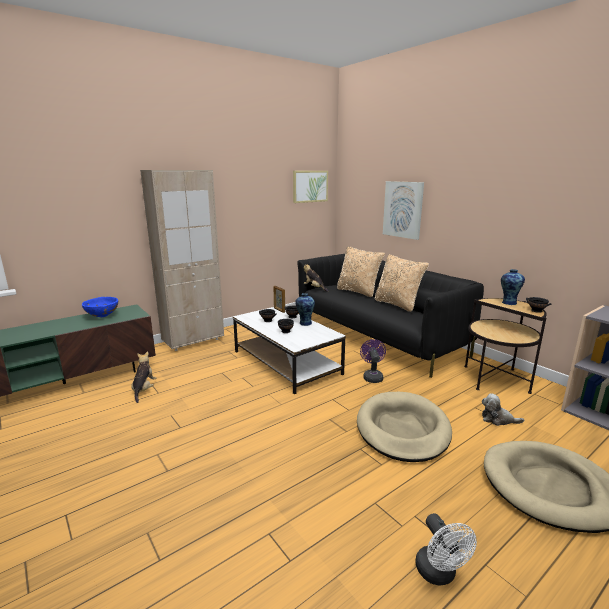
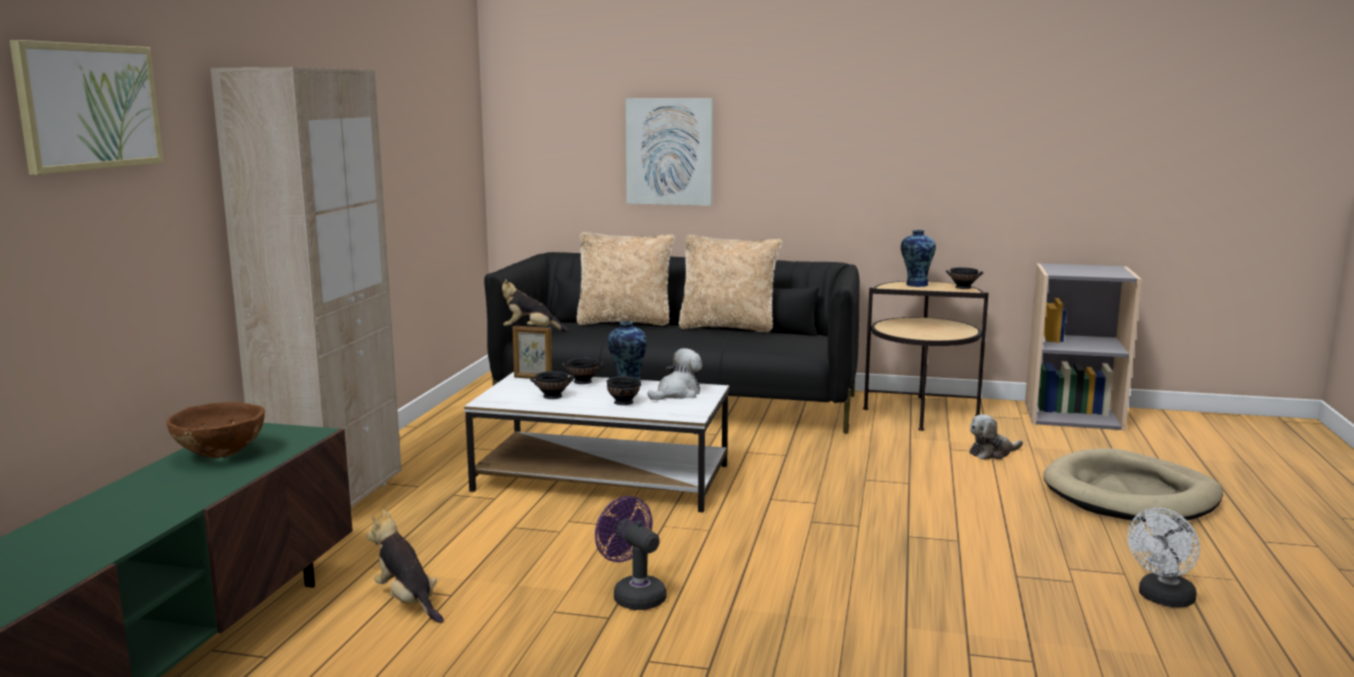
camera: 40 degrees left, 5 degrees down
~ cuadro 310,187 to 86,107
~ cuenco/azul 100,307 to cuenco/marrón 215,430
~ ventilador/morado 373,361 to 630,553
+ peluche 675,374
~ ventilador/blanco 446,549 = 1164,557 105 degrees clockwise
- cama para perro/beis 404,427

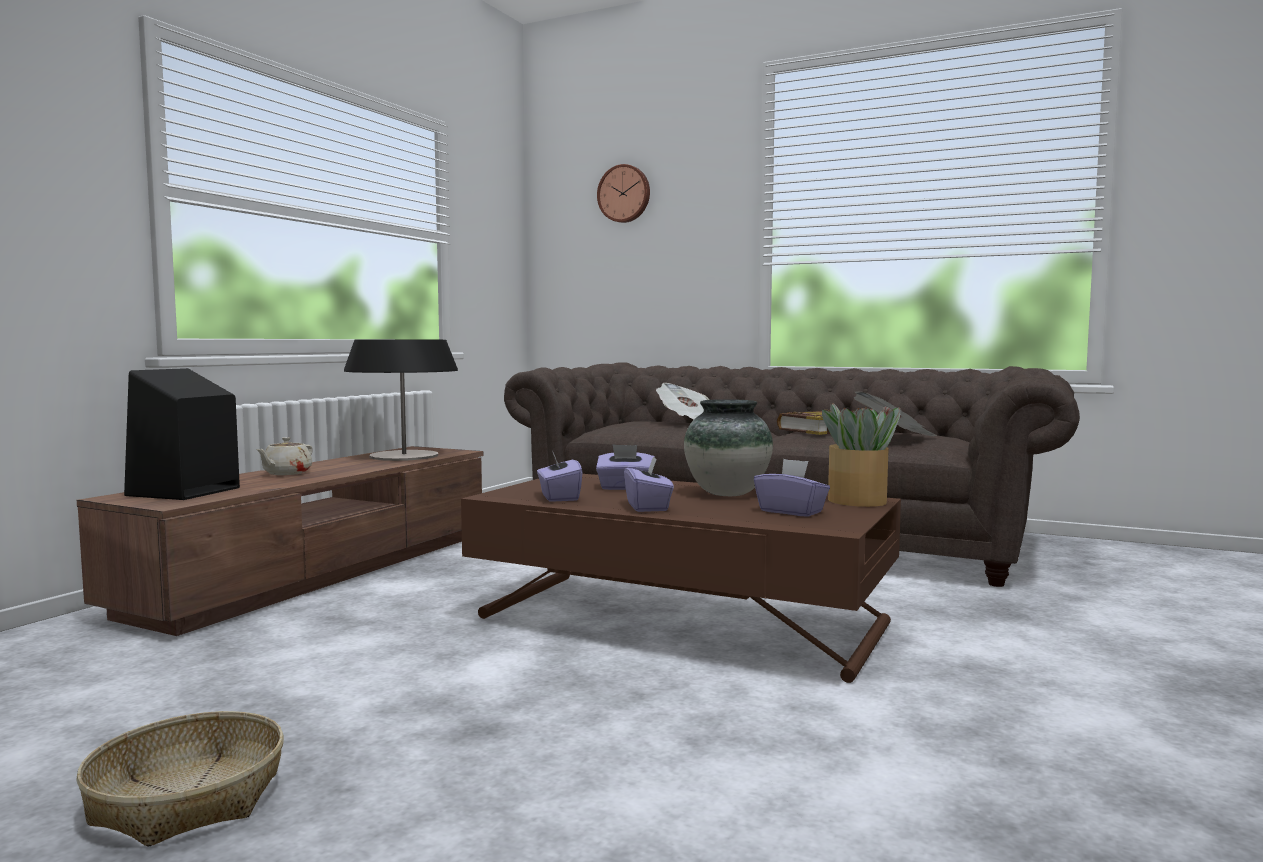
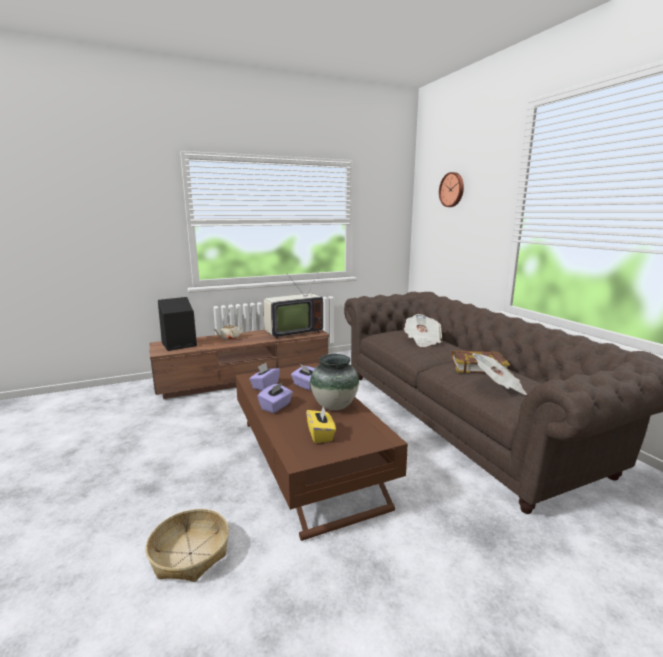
camera: 40 degrees right, 10 degrees up
~ cesta 180,779 to 187,545
~ lámpara de mesa 401,400 to televisor 293,303
~ caja de pañuelos/morado 792,488 to caja de pañuelos/amarillo 321,424
- planta en maceta 861,455

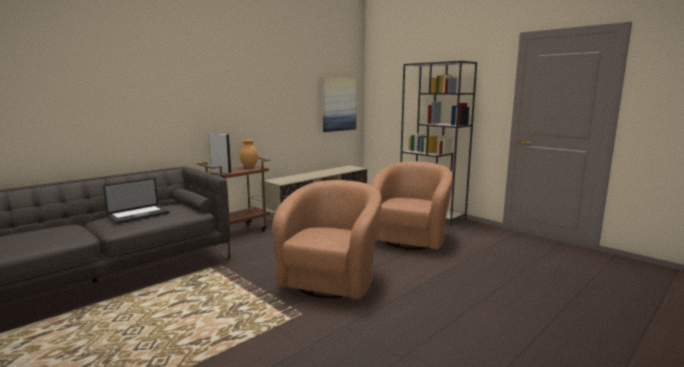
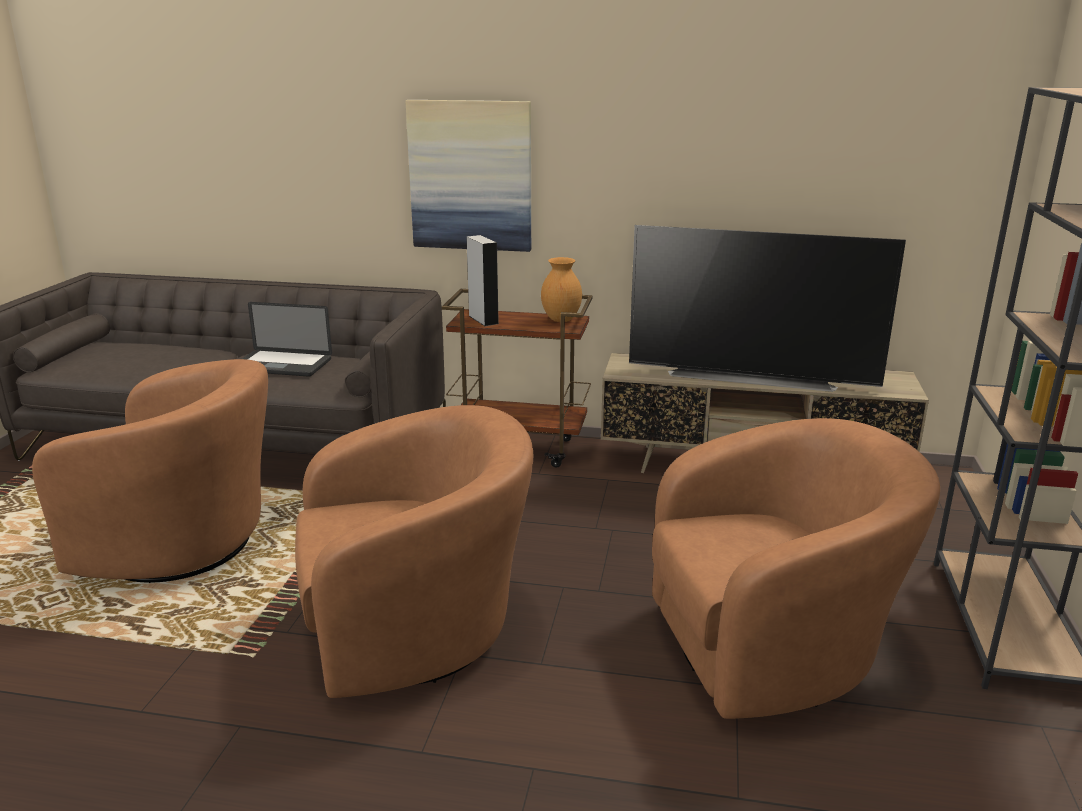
camera: 55 degrees right, 10 degrees up
+ sillón/marrón 150,471
~ cuadro 339,104 to 468,176
+ televisor 767,308

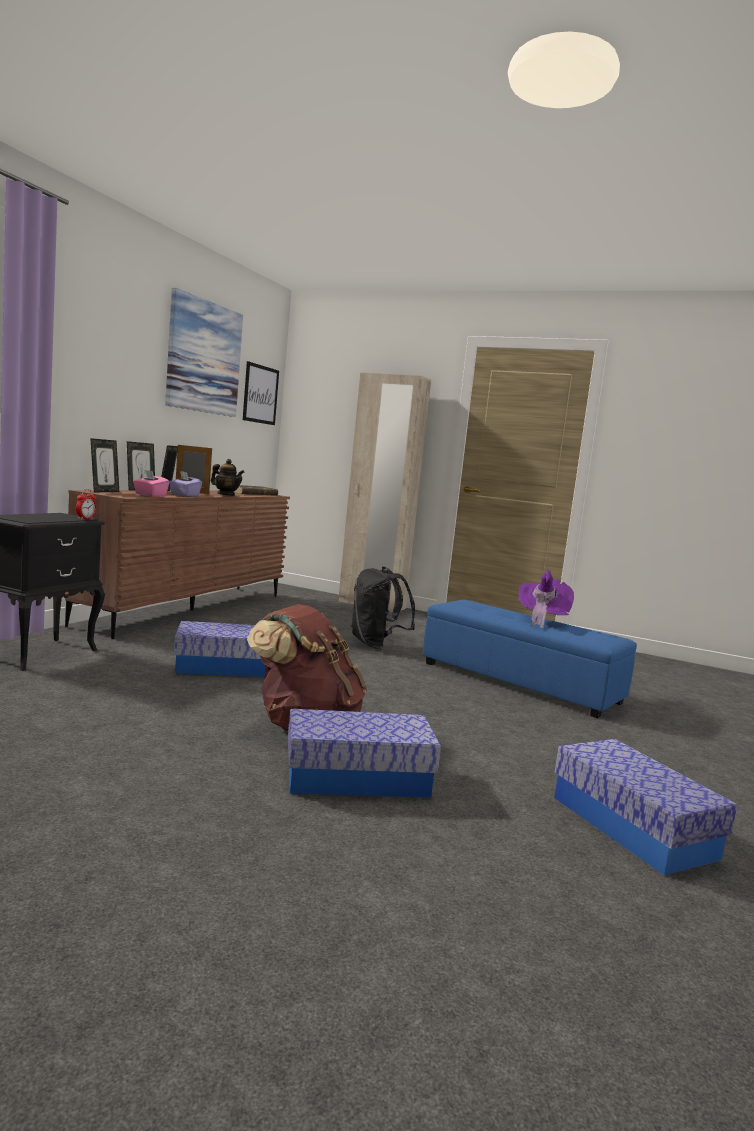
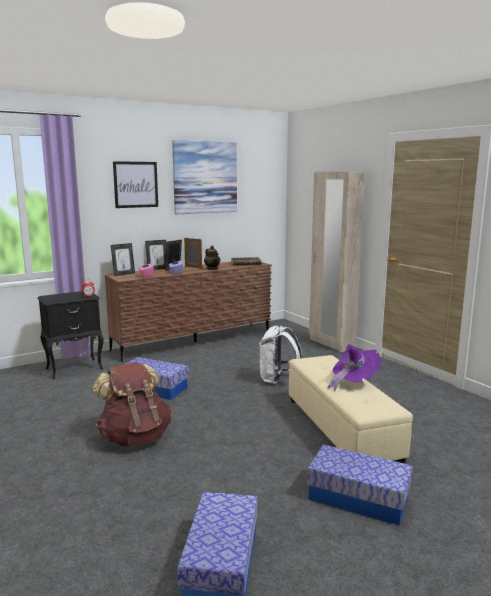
camera: 35 degrees right, 5 degrees up
~ cuadro 261,393 to 135,184
~ mochila/negro 383,608 to mochila/blanco 280,355
~ puf/azul 530,659 to puf/beis 351,409
~ caja de almacenaje 364,753 to 360,485

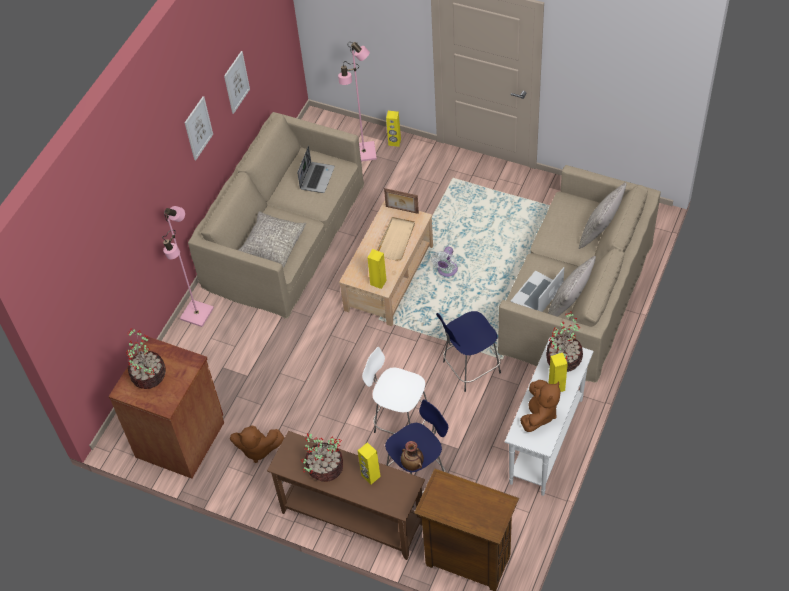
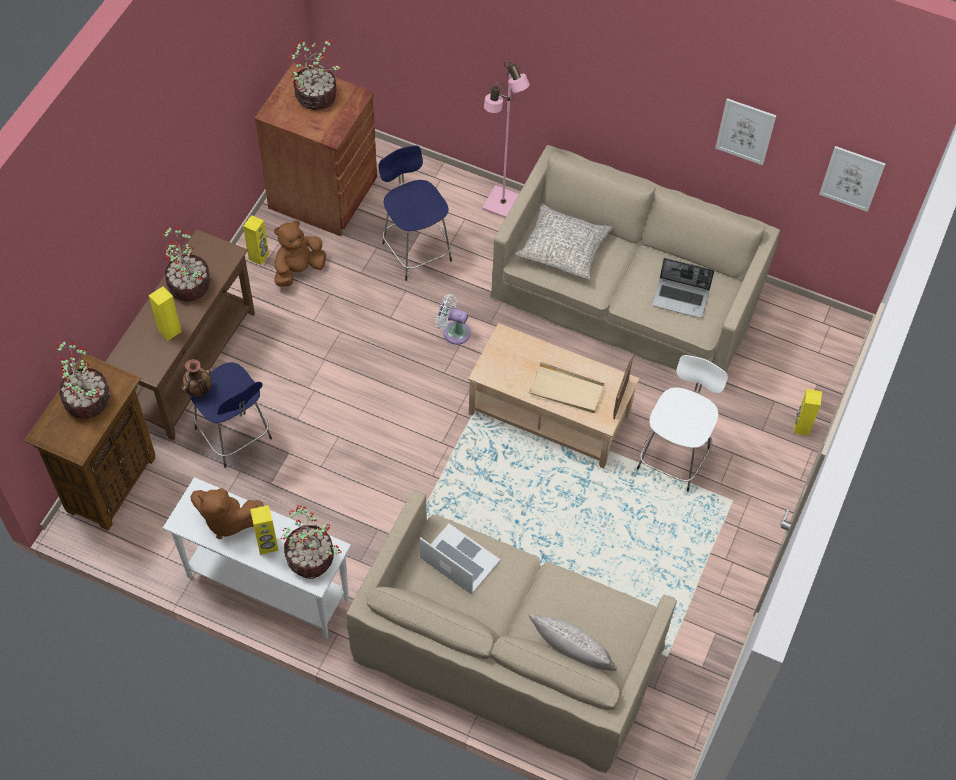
camera: 85 degrees right, 5 degrees up
+ planta en maceta 82,380
~ altavoz/amarillo 377,269 to 256,240
~ peluche/marrón 257,444 = 300,253 45 degrees clockwise
~ taburete/azul 468,351 to 415,213
~ ventilador/blanco 444,262 to 453,319
~ taburete/blanco 394,390 to 682,423
~ cuadro 199,128 to 852,179
- lámpara de pie/rosa 357,101
- cojín/gris 572,286

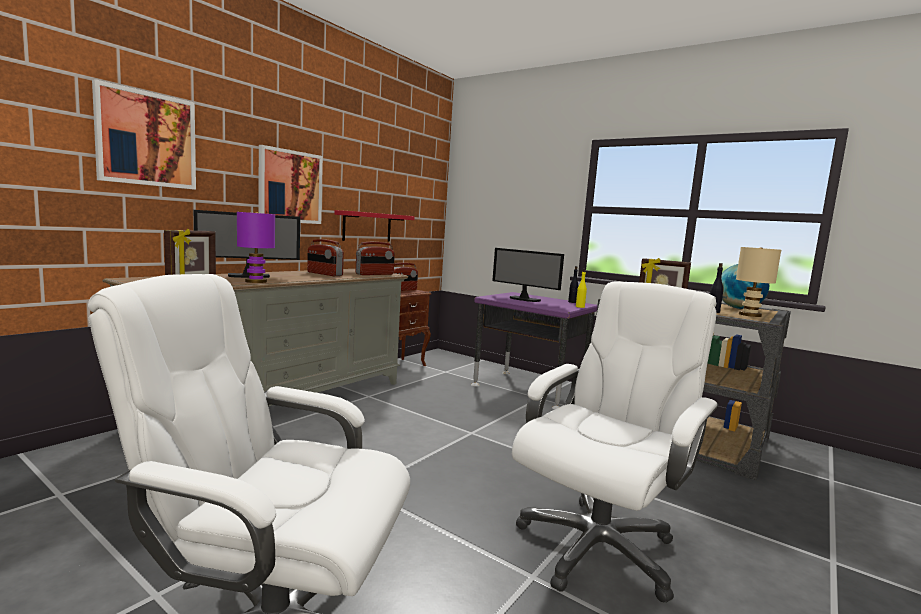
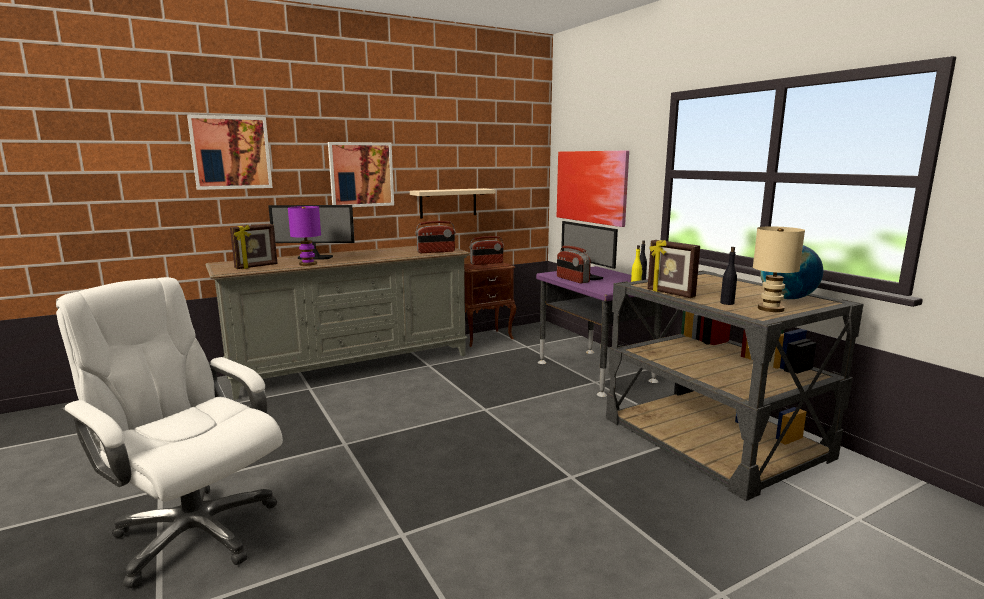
camera: 25 degrees right, 5 degrees up
~ estante/rojo 374,226 to estante/beis 453,203
+ cuadro 593,189
~ radio 325,257 to 574,264
- silla de oficina/blanco 615,442

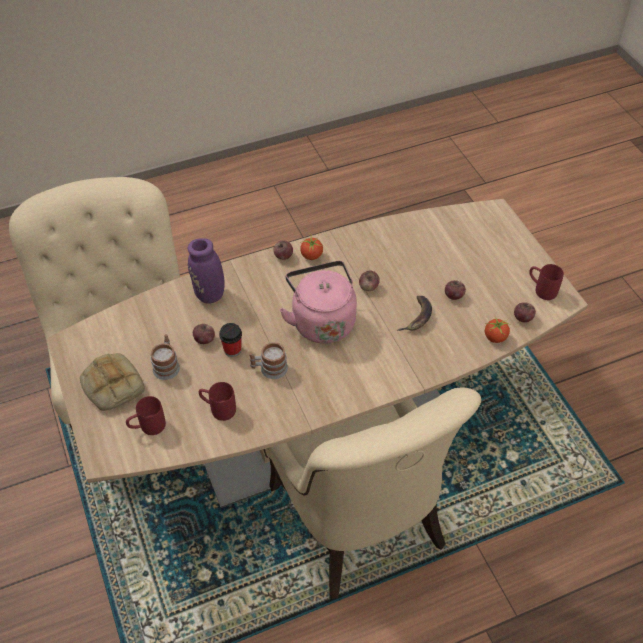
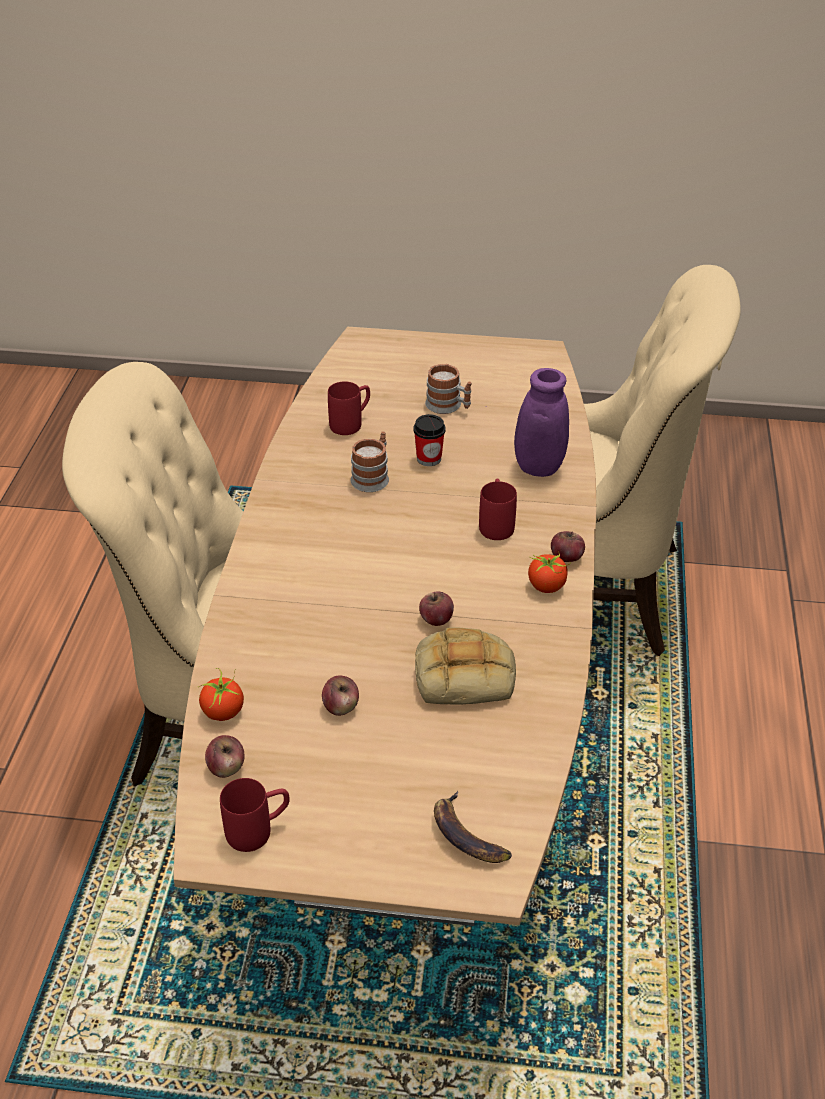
camera: 120 degrees right, 10 degrees down
~ pan 112,382 to 465,665
~ plátano 415,313 to 473,827
~ taza grande/rojo 146,415 to 498,509
- manzana 204,334
- hervidor/rosa 318,302

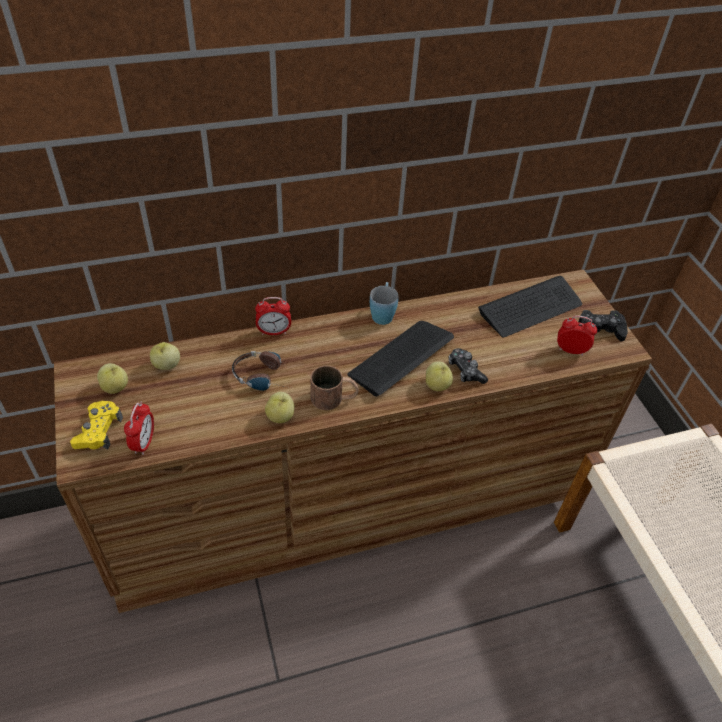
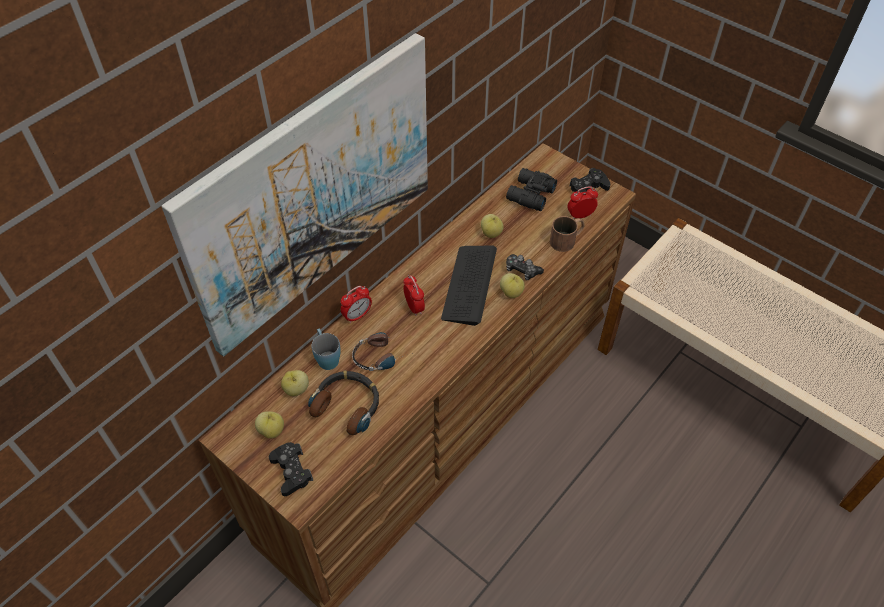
camera: 30 degrees left, 5 degrees up
+ cuadro 295,194
~ mando de consola/amarillo 96,425 to mando de consola/negro 291,469
+ auriculares 343,402
~ taza grande/azul 384,303 to 326,349
~ despertador 139,428 to 414,295
~ manzana 279,407 to 492,226
~ teclado 530,306 to prismáticos/negro 531,189
~ taza grande/marrón 334,388 to 567,234

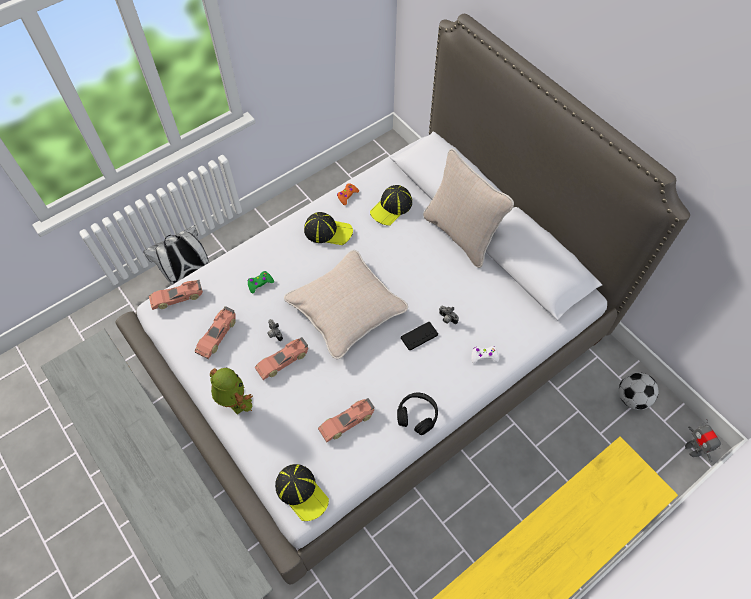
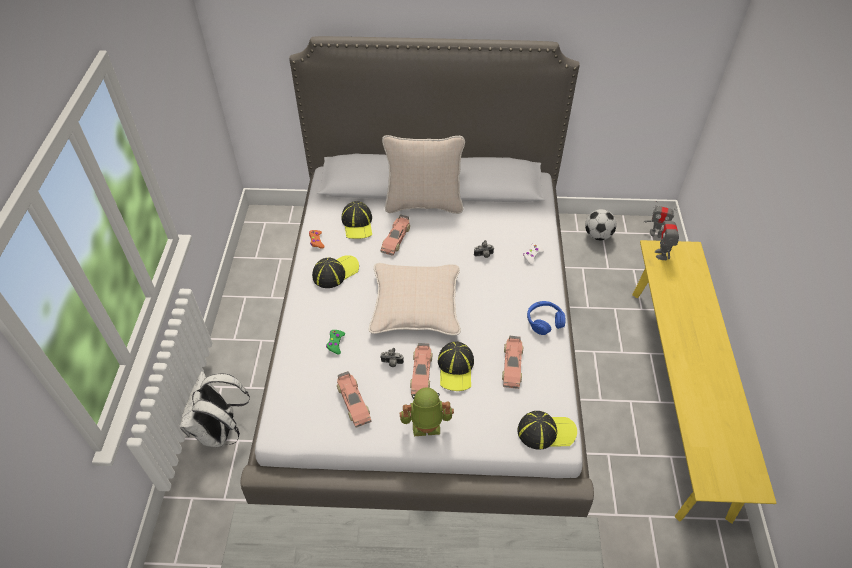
camera: 50 degrees left, 10 degrees down
~ coche de juguete 176,295 to 395,235
+ gorra 456,366
~ auriculares/negro 417,413 to auriculares/azul 546,318
+ robot de juguete 667,235
- mando de consola/negro 419,336

